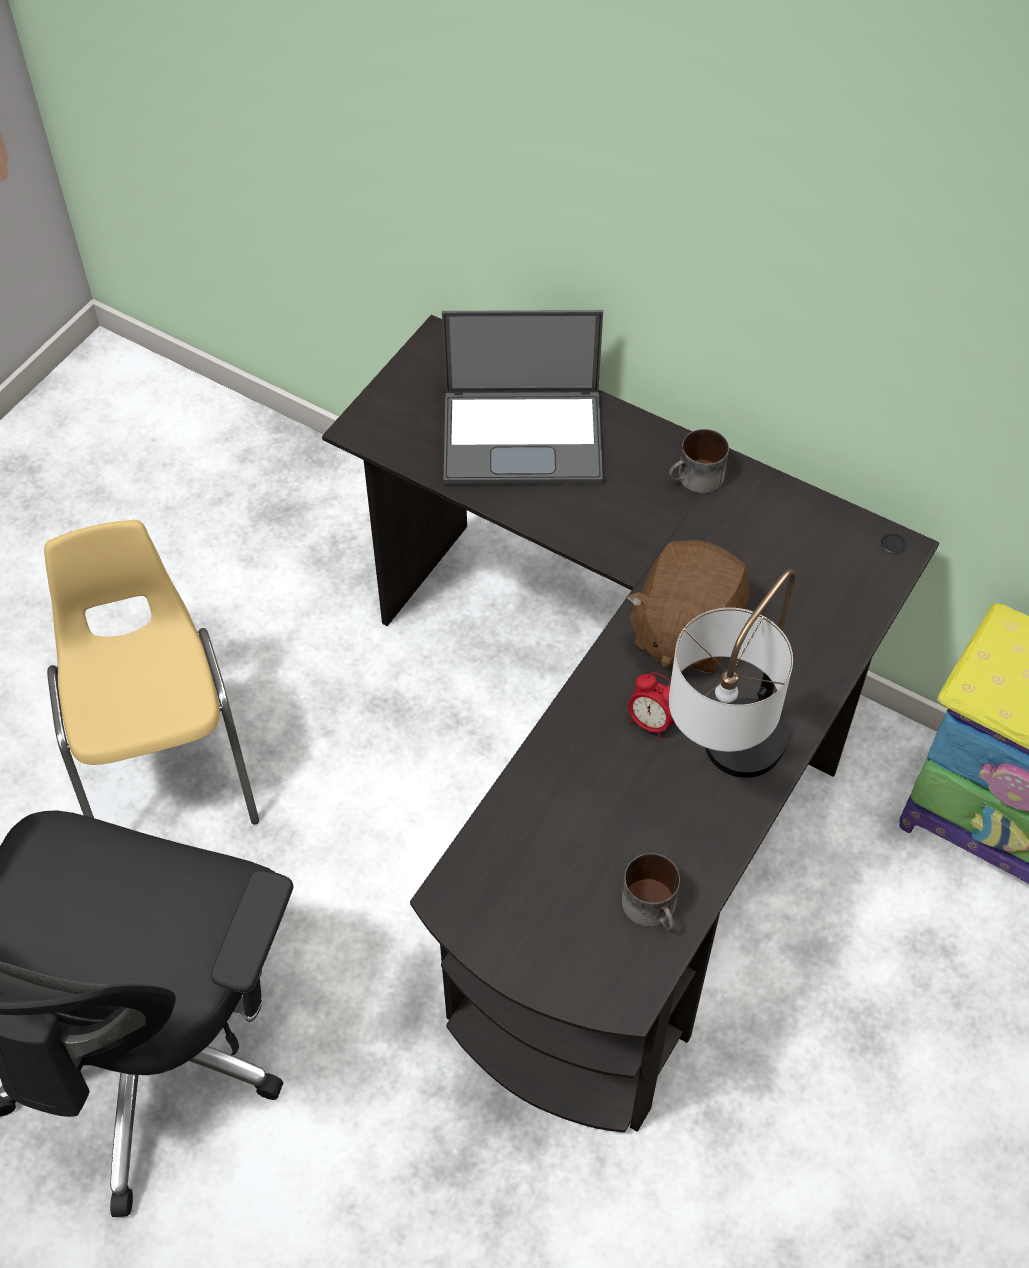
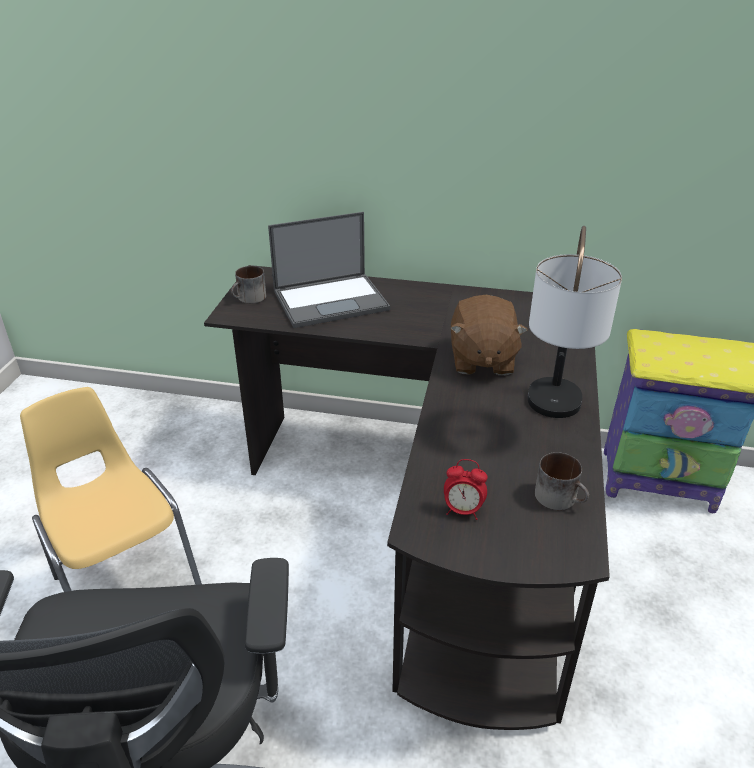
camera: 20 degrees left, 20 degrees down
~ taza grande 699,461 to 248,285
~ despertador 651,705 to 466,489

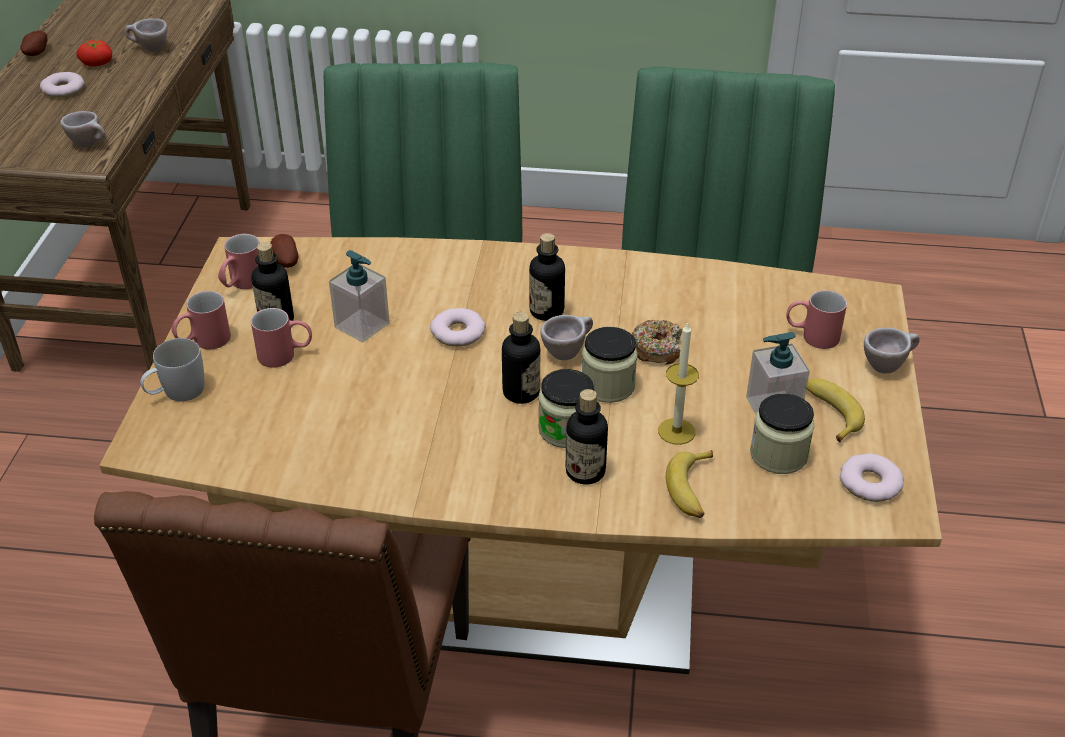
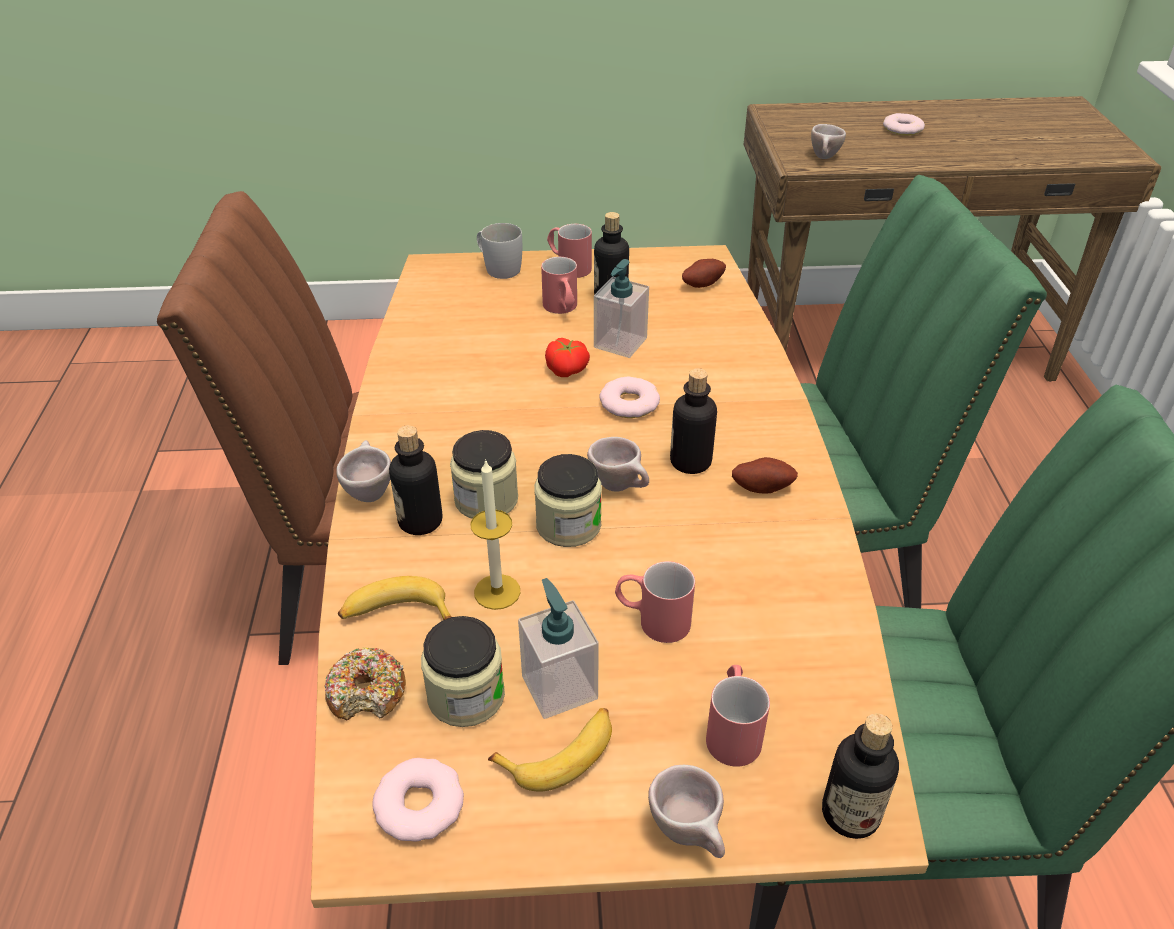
camera: 80 degrees right, 0 degrees up
~ rosquilla 657,342 to 365,683
~ taza/beis 146,35 to 363,471
~ tomate 94,53 to 567,357
~ taza grande/rojo 239,261 to 655,602
~ patata 33,43 to 765,475
~ botella 521,358 to 860,776

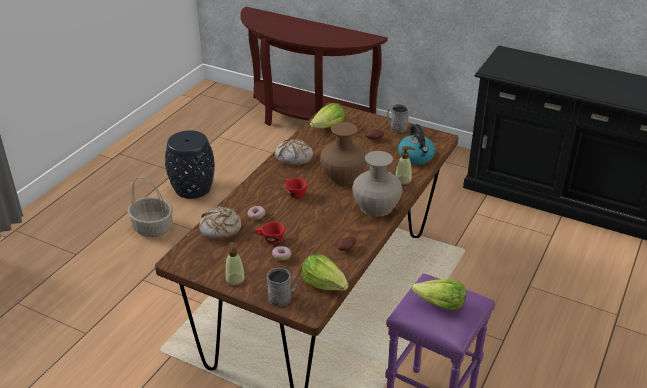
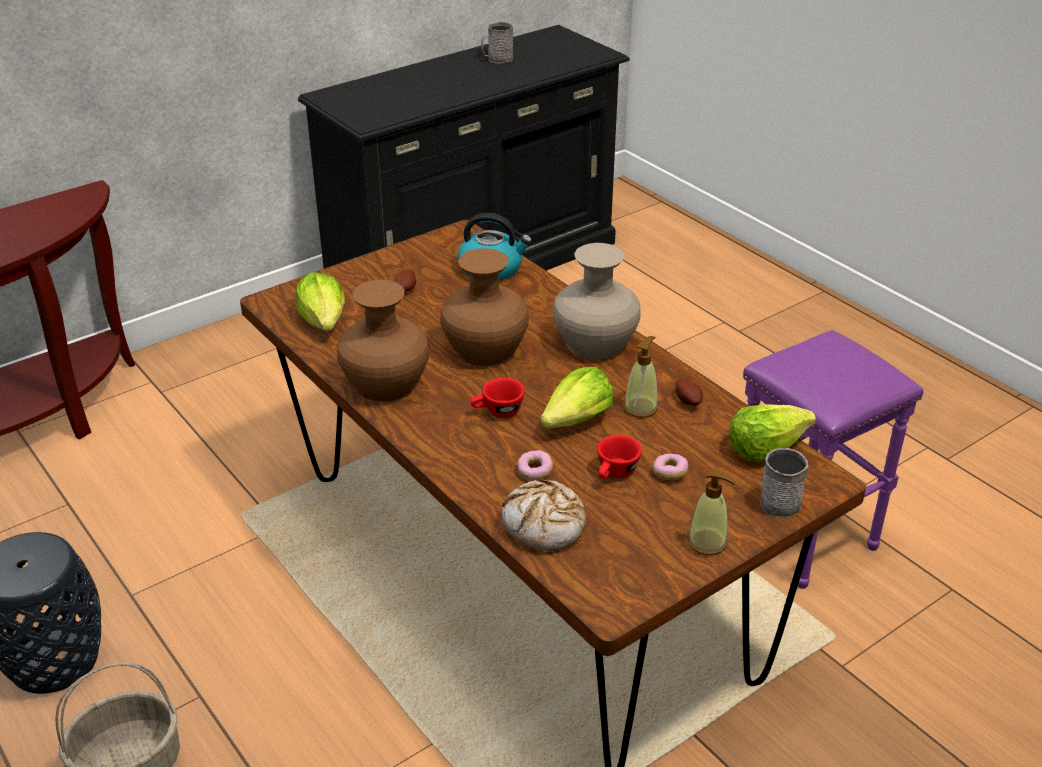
camera: 65 degrees left, 0 degrees up
~ pan 294,152 to florero/marrón 383,341
~ taza grande/gris 398,118 to 497,42
~ lechuga 439,294 to 577,397
~ dispensador de jabón 405,166 to 641,377

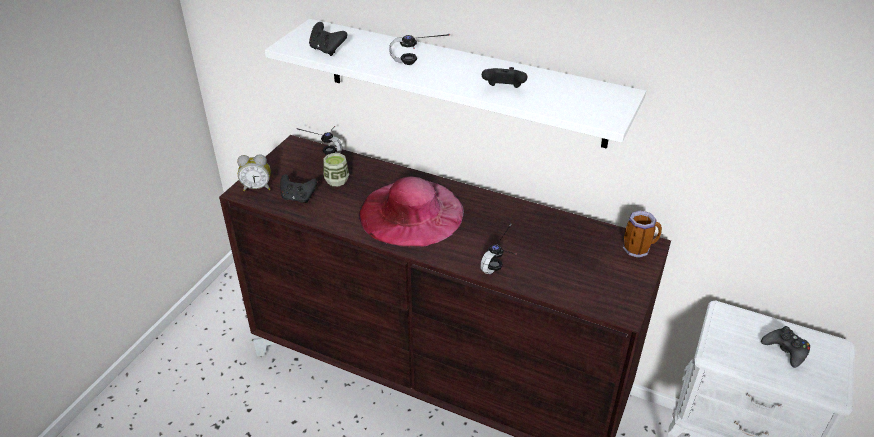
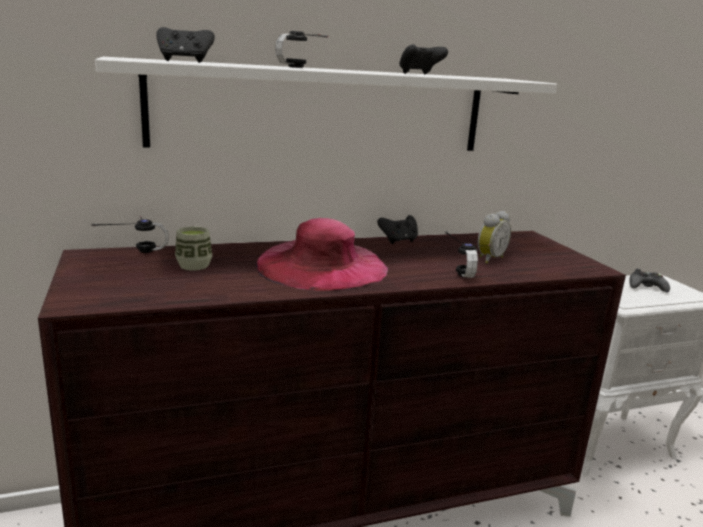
camera: 45 degrees left, 20 degrees down
~ mando de consola/negro 298,188 to 397,229
~ despertador 254,172 to 494,237
- taza grande 642,234

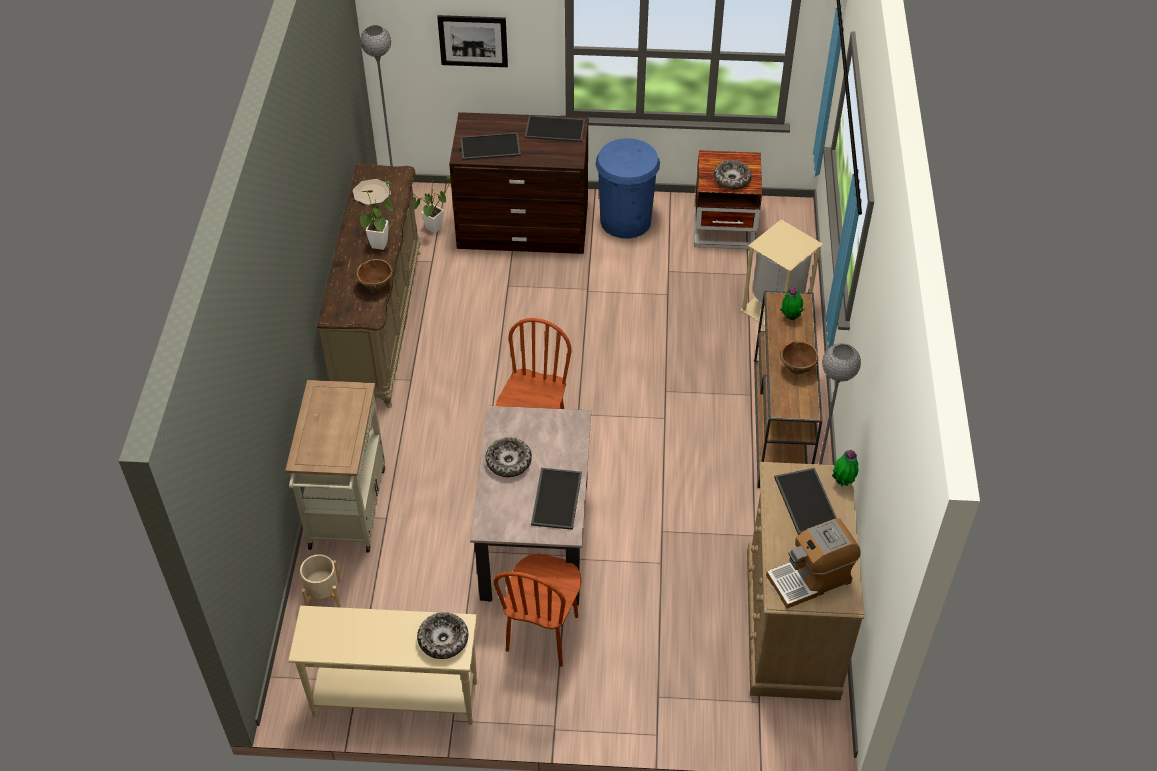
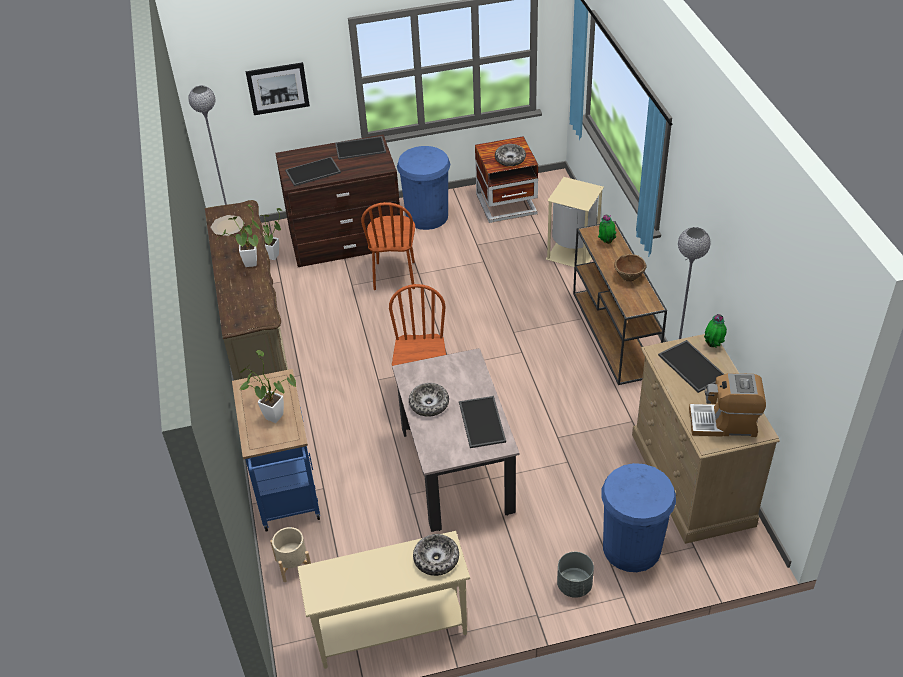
camera: 15 degrees left, 5 degrees down
~ carrito/beis 335,466 to carrito/azul 276,450
+ planta en maceta 268,386
~ silla/marrón 538,610 to 388,246
+ maceta/gris 575,575
+ papelera/azul 638,517
~ cafetera 813,563 = 727,405 45 degrees clockwise
- cuenco/marrón 375,275

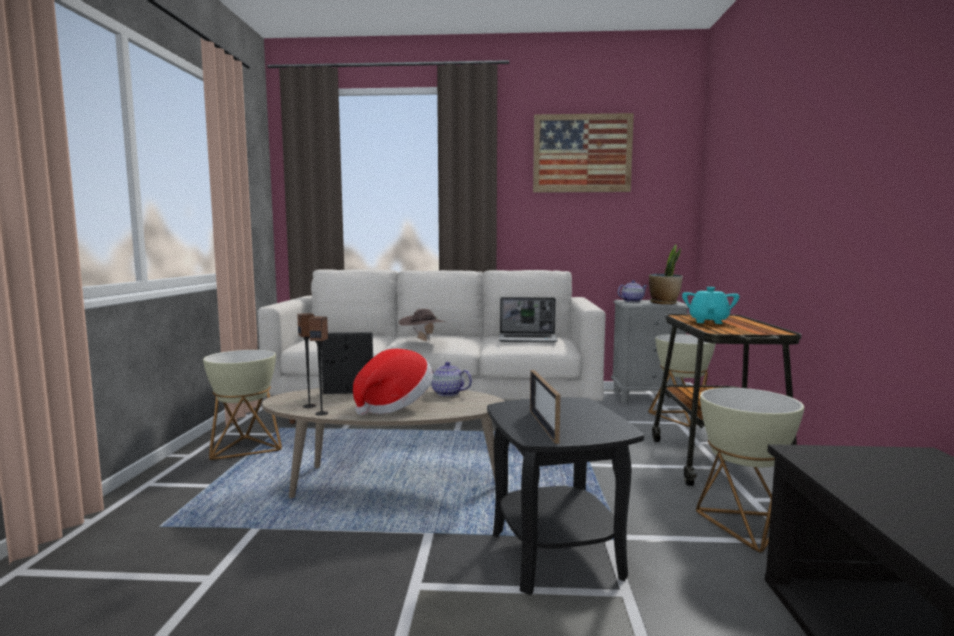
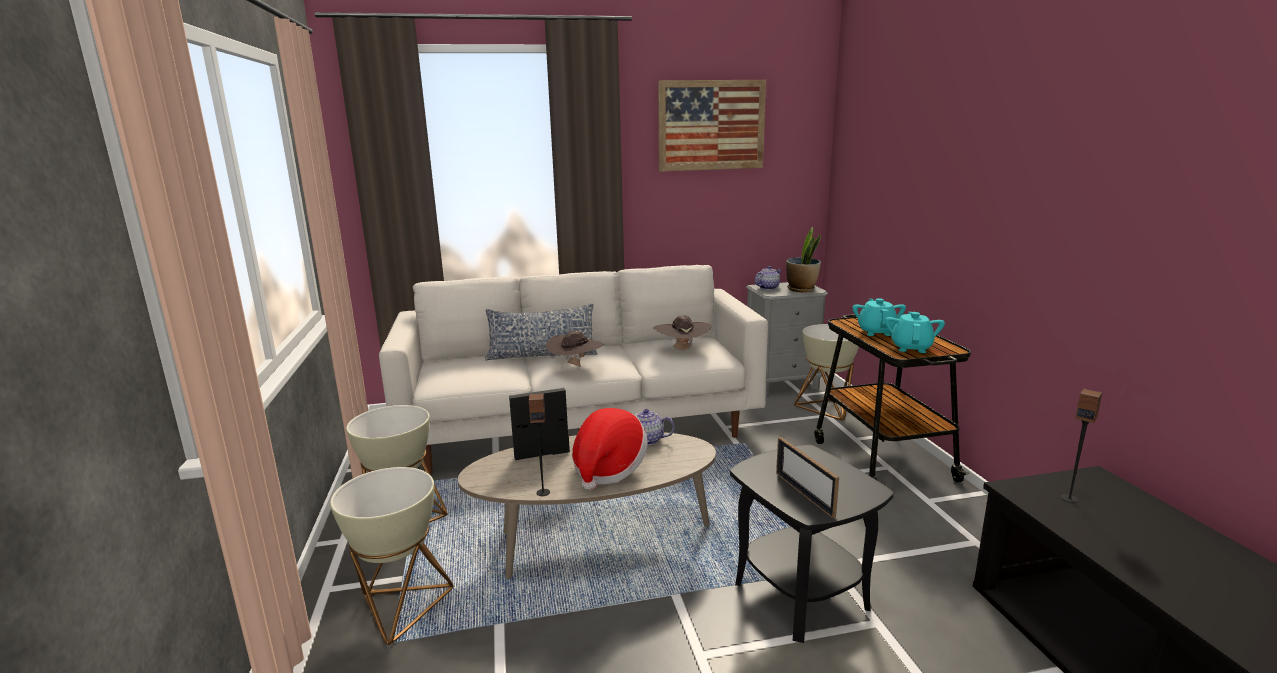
camera: 15 degrees left, 10 degrees up
~ maceta 750,470 to 392,556
+ cojín 541,332
~ portátil 528,320 to sombrero/marrón 682,332
+ tetera/turquesa 915,332
~ altavoz 306,360 to 1081,446

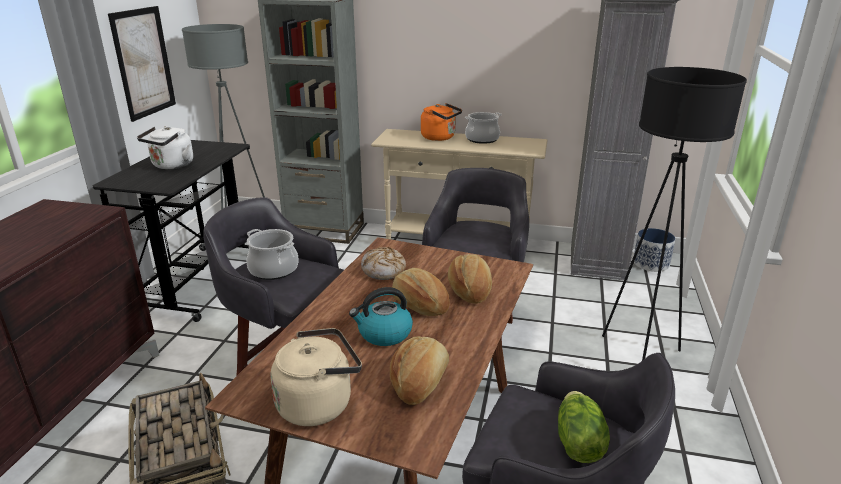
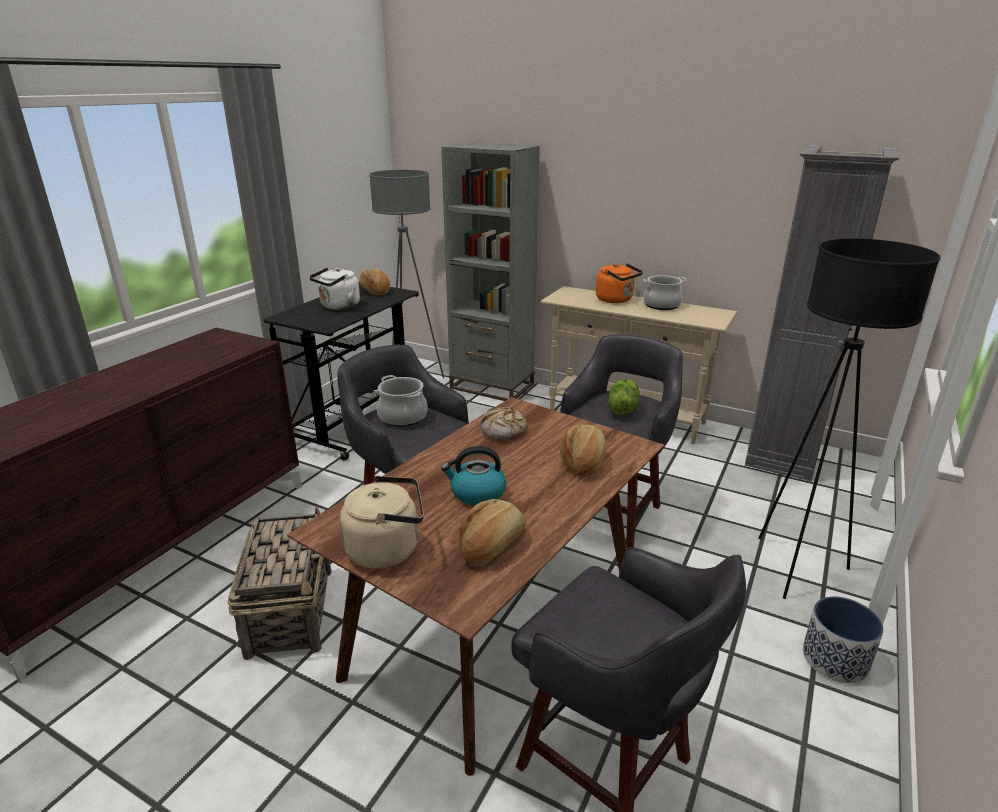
camera: 15 degrees right, 0 degrees up
~ pan 421,292 to 374,281
~ lechuga 584,427 to 624,397
~ maceta 654,250 to 843,639
- cuadro 142,64

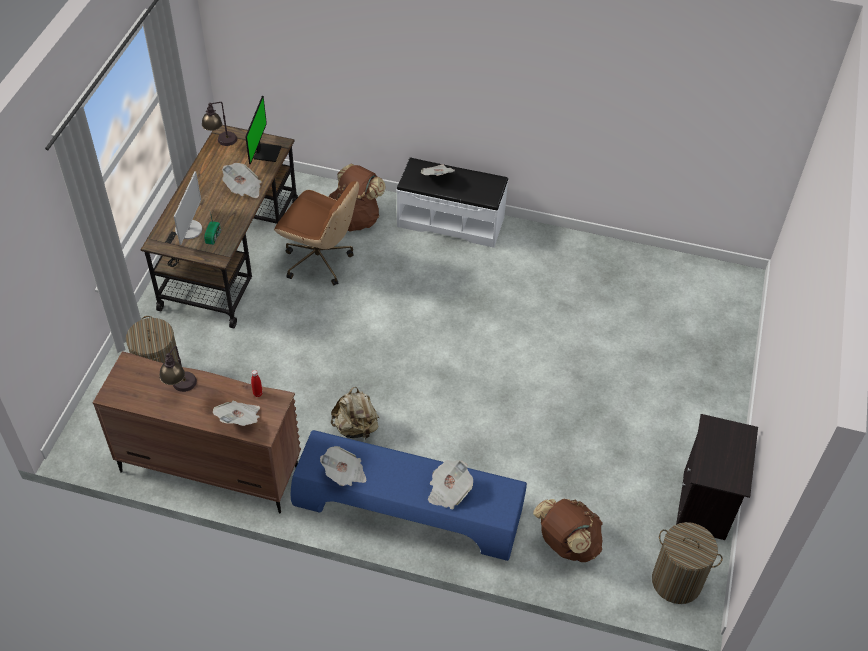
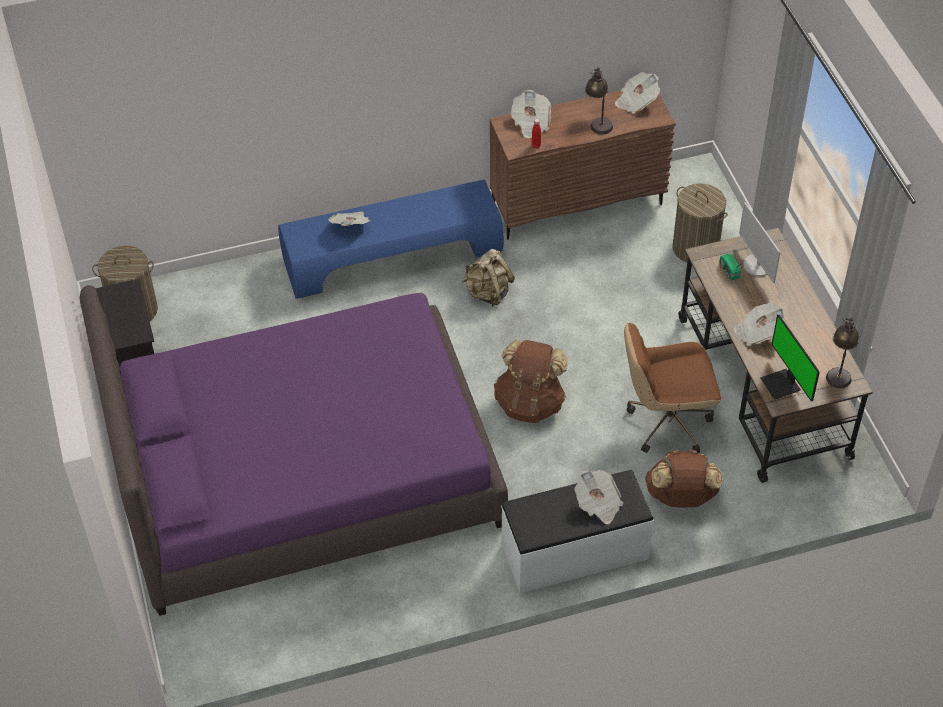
camera: 150 degrees right, 0 degrees up
+ cama/morado 294,450
~ mochila/marrón 568,530 to 531,381
~ periódico 343,466 to 637,93

